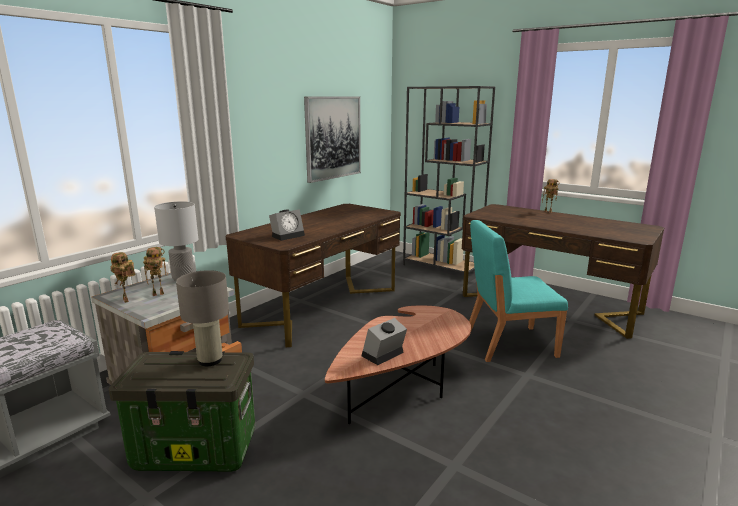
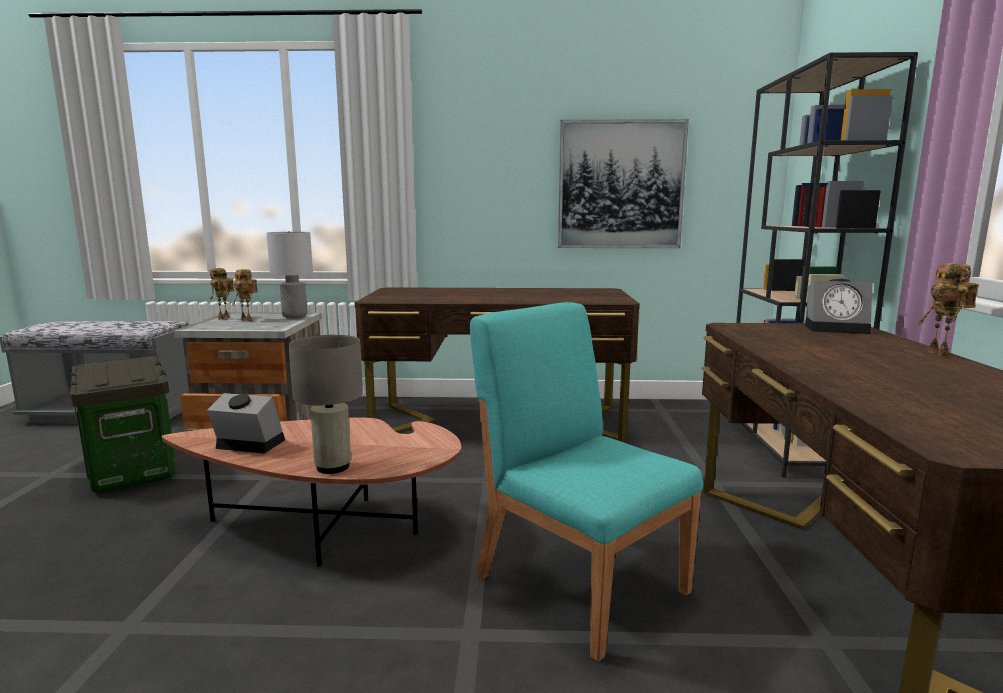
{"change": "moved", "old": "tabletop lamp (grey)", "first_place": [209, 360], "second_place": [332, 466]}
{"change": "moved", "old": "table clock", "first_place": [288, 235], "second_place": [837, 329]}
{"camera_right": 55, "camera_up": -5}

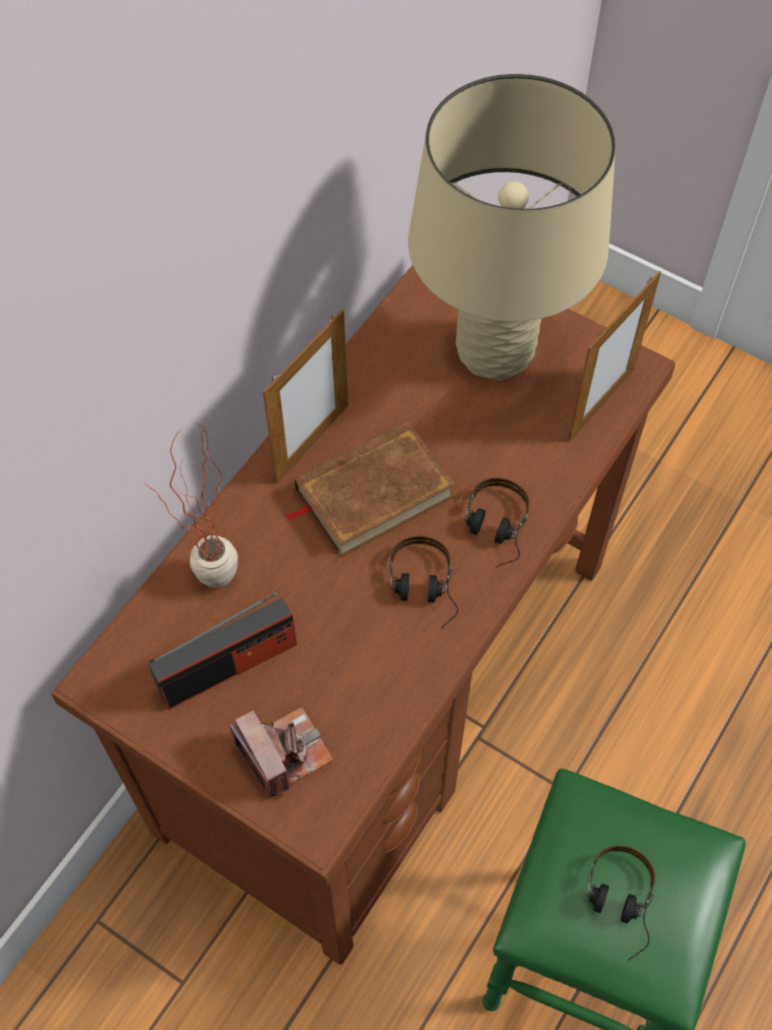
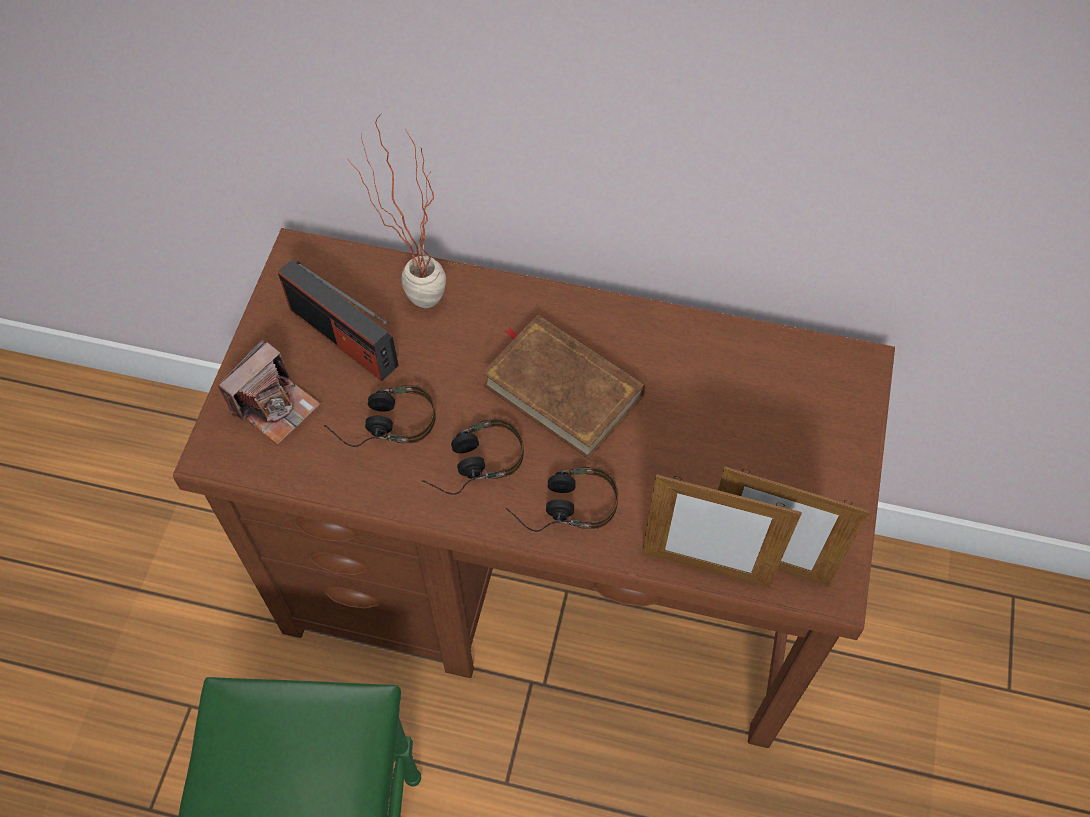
{"change": "moved", "old": "headset", "first_place": [617, 906], "second_place": [383, 424]}
{"change": "moved", "old": "standing frame", "first_place": [312, 443], "second_place": [705, 569]}
{"change": "removed", "old": "tabletop lamp (sand-coloured)", "first_place": [495, 351]}
{"camera_right": 70, "camera_up": 0}

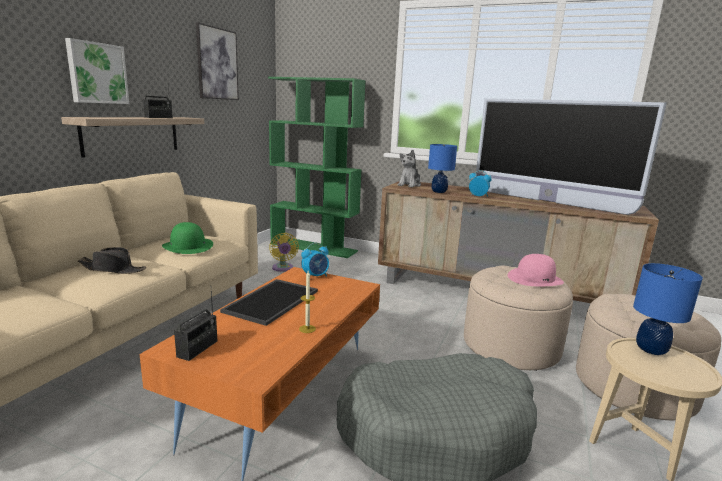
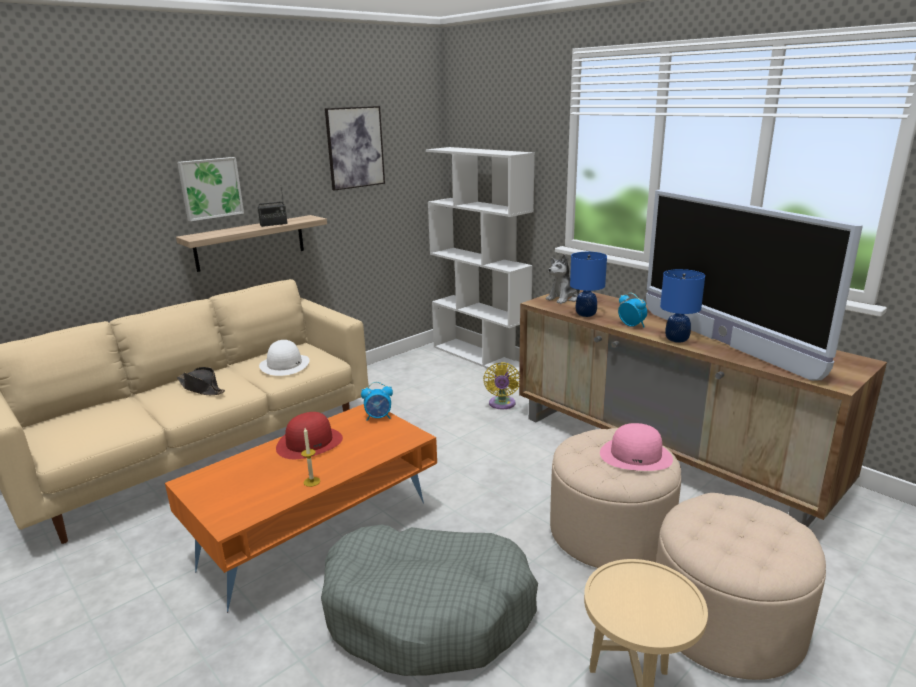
{"change": "recoloured", "old": "hat (green)", "new": "hat (whitish)", "first_place": [188, 246], "second_place": [285, 365]}
{"change": "replaced", "old": "serving tray", "new": "hat (red-coloured)", "first_place": [271, 300], "second_place": [310, 443]}
{"change": "recoloured", "old": "shelving unit (green)", "new": "shelving unit (whitish)", "first_place": [314, 247], "second_place": [481, 357]}
{"change": "moved", "old": "cooling fan (yellow-coloured)", "first_place": [283, 268], "second_place": [502, 404]}
{"change": "moved", "old": "tabletop lamp (blue)", "first_place": [652, 350], "second_place": [678, 340]}
{"change": "removed", "old": "radio", "first_place": [197, 349]}
{"camera_right": 25, "camera_up": 5}

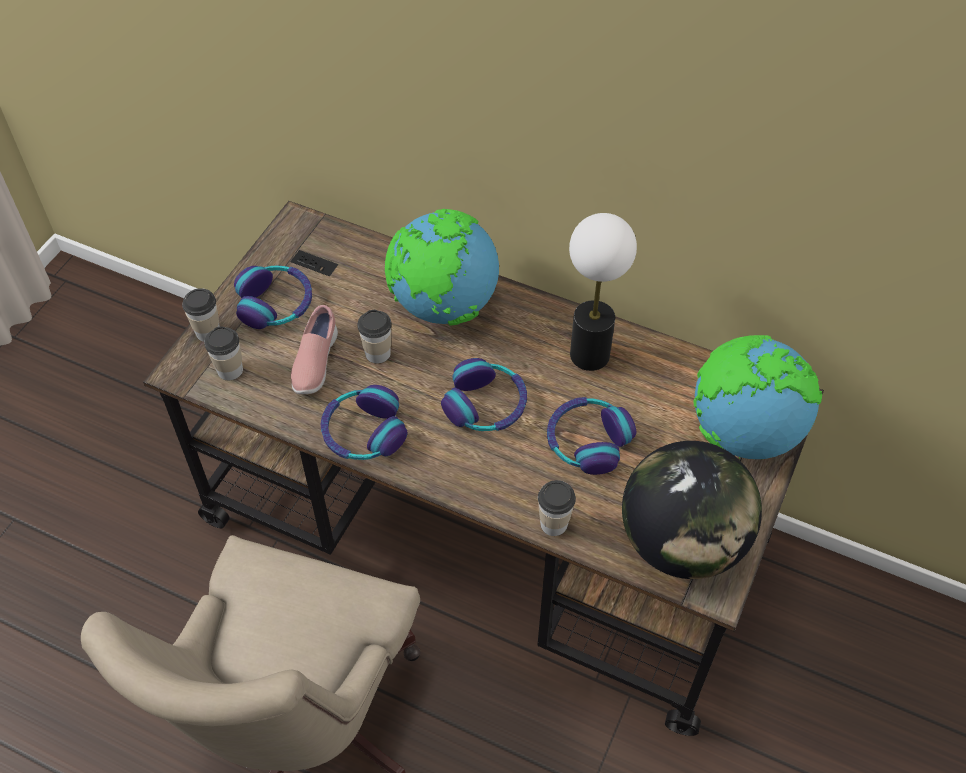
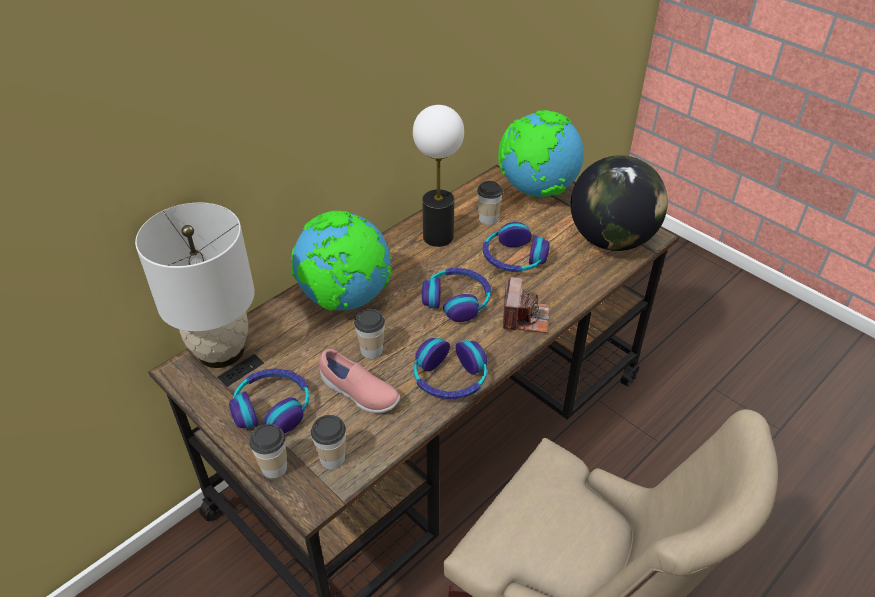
{"change": "added", "new": "tabletop lamp (whitish)", "second_place": [221, 350]}
{"change": "moved", "old": "cup", "first_place": [554, 523], "second_place": [488, 219]}
{"change": "added", "new": "photo camera", "second_place": [524, 317]}
{"camera_right": -70, "camera_up": -10}

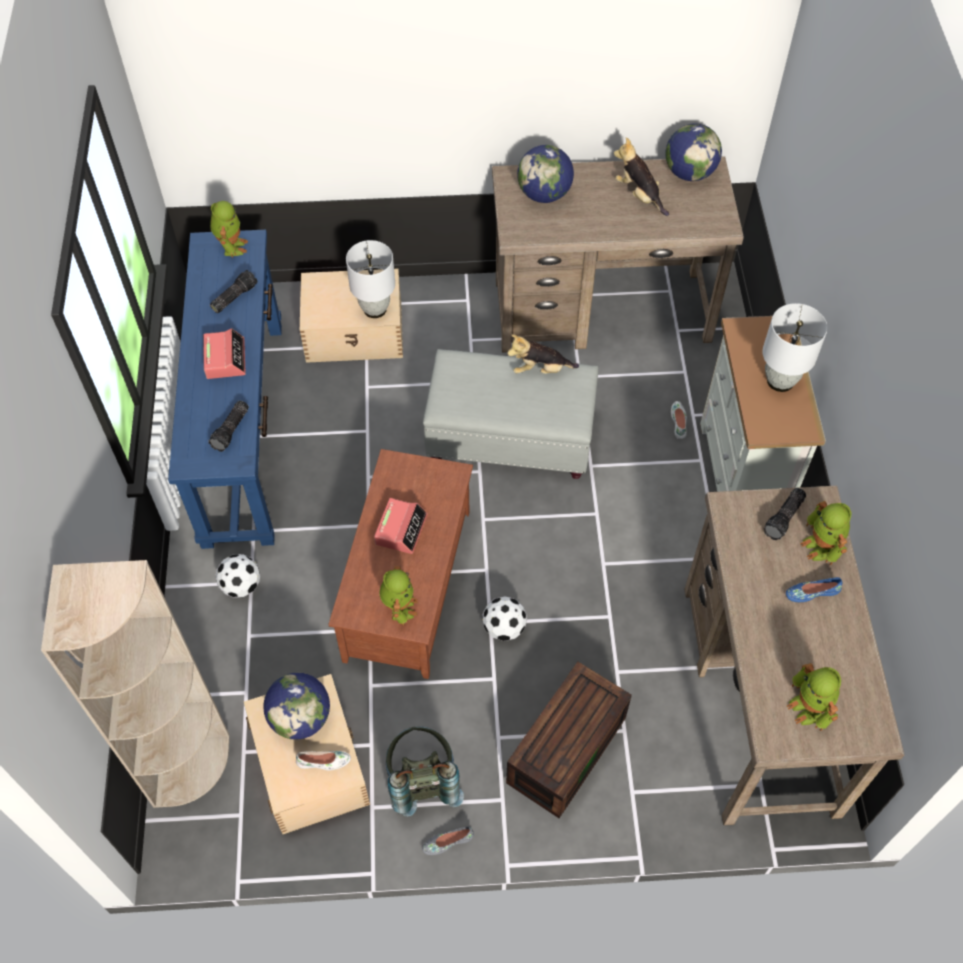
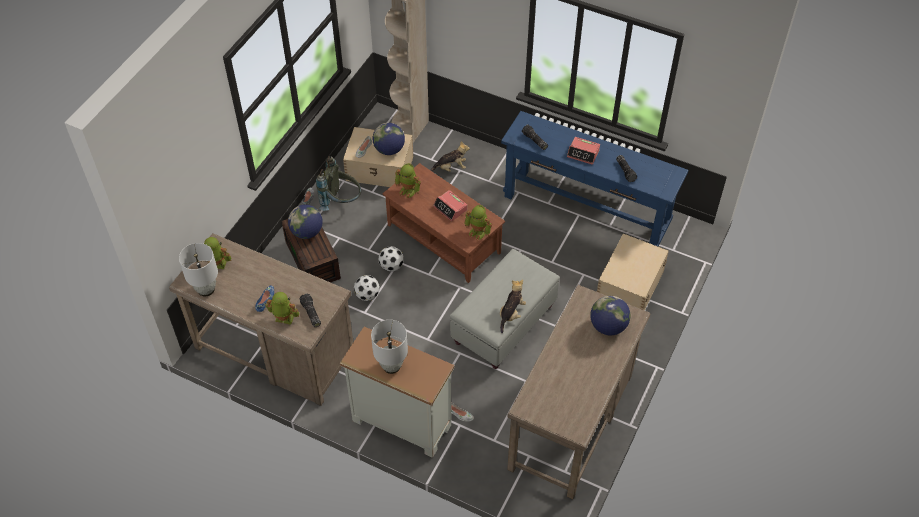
{"change": "moved", "old": "tabletop lamp (whitish)", "first_place": [375, 309], "second_place": [206, 289]}
{"change": "moved", "old": "globe", "first_place": [689, 173], "second_place": [307, 232]}
{"change": "moved", "old": "ball for football", "first_place": [241, 585], "second_place": [367, 295]}
{"change": "moved", "old": "plush toy", "first_place": [639, 195], "second_place": [451, 168]}
{"change": "moved", "old": "robot figure", "first_place": [231, 246], "second_place": [478, 232]}
{"camera_right": 120, "camera_up": -5}

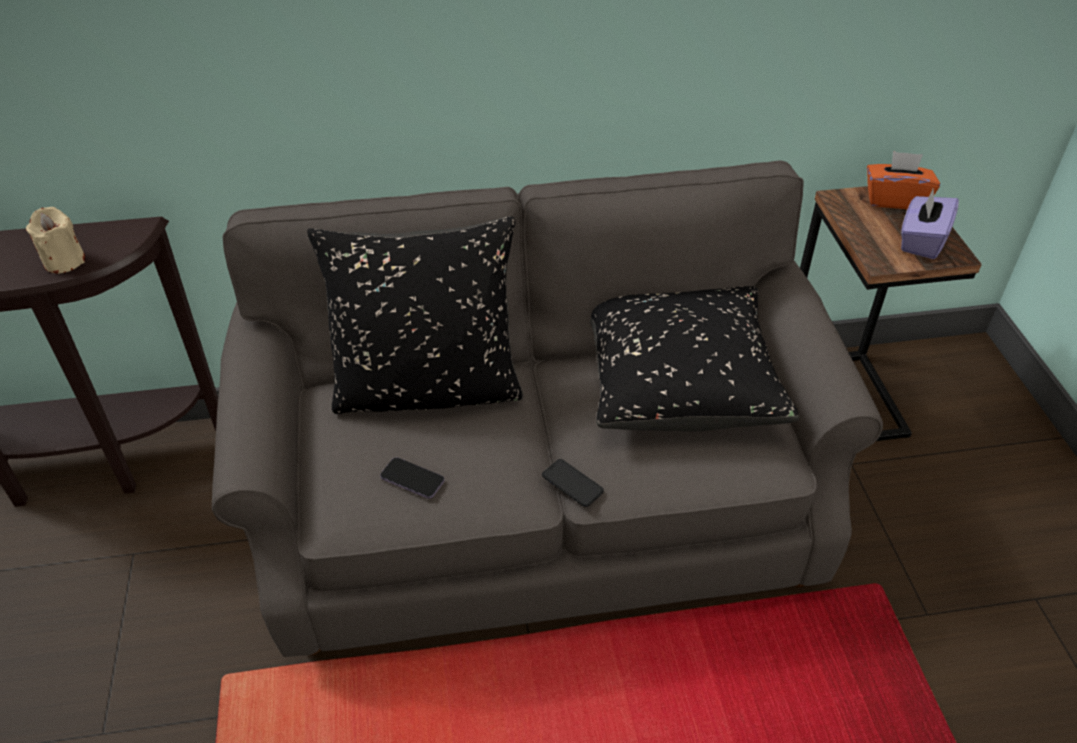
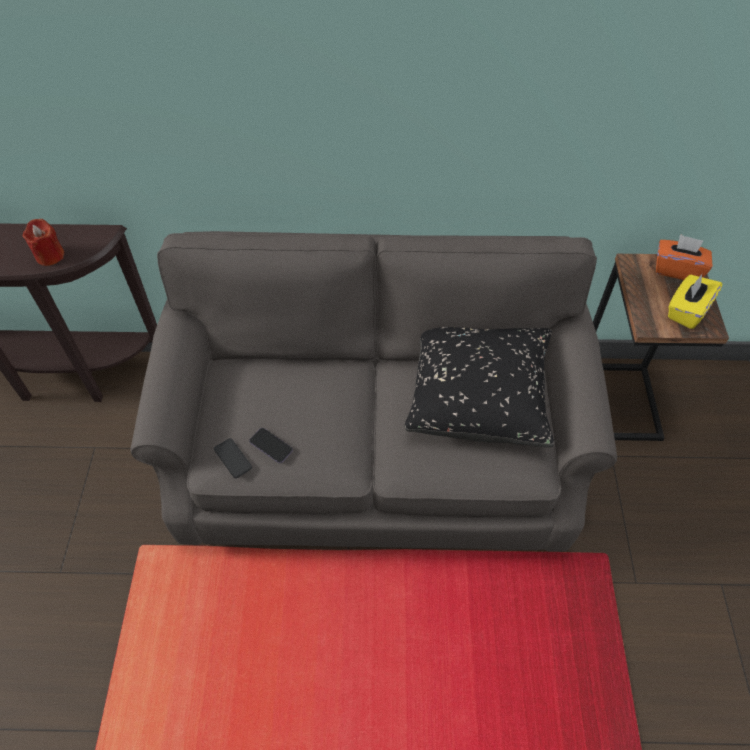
{"change": "recoloured", "old": "wax candle (sand-coloured)", "new": "wax candle (red-coloured)", "first_place": [64, 261], "second_place": [50, 256]}
{"change": "moved", "old": "phone", "first_place": [572, 483], "second_place": [233, 458]}
{"change": "recoloured", "old": "box of tissues (purple-coloured)", "new": "box of tissues (yellow-coloured)", "first_place": [921, 241], "second_place": [687, 311]}
{"change": "removed", "old": "cushion (black)", "first_place": [428, 388]}
{"camera_right": 10, "camera_up": 10}

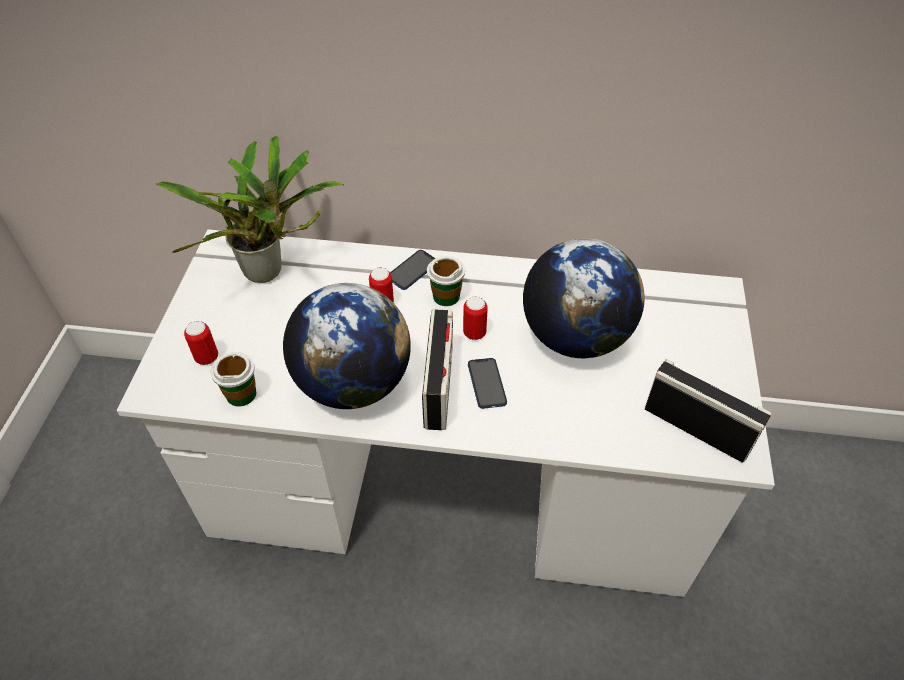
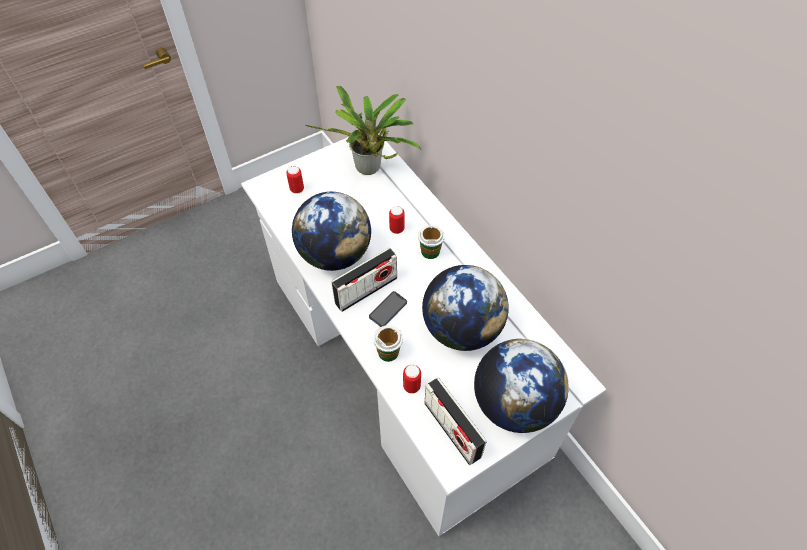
{"change": "moved", "old": "cup", "first_place": [241, 394], "second_place": [388, 352]}
{"change": "moved", "old": "can", "first_place": [474, 333], "second_place": [411, 386]}
{"change": "turned", "old": "radio", "first_place": [696, 428], "second_place": [452, 429], "degrees": 150}
{"change": "added", "new": "globe", "second_place": [514, 404]}
{"change": "removed", "old": "phone", "first_place": [412, 271]}
{"camera_right": 50, "camera_up": 5}

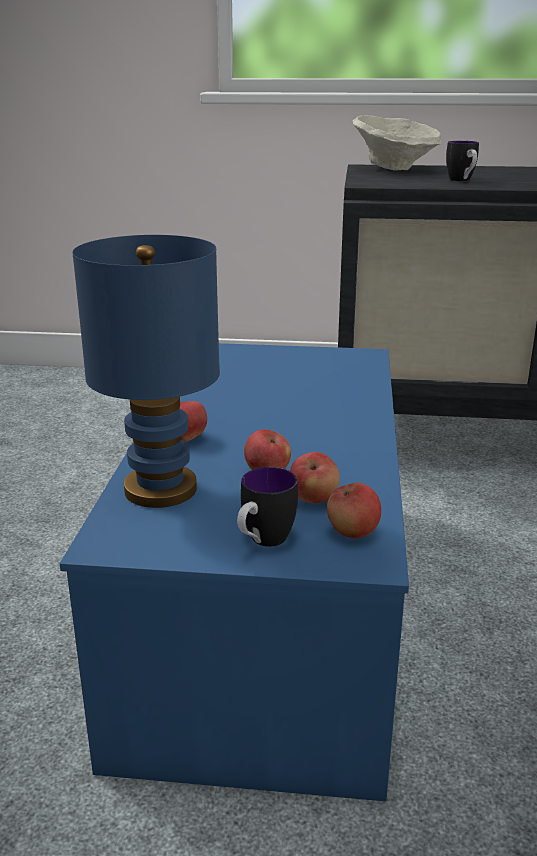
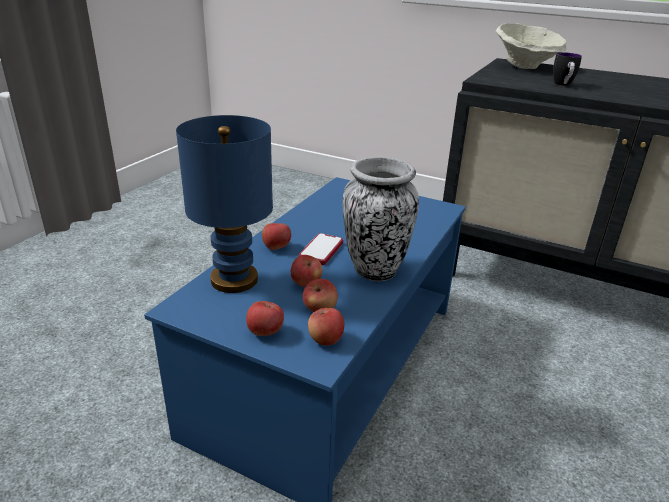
{"change": "replaced", "old": "mug", "new": "apple fruit", "first_place": [263, 542], "second_place": [265, 332]}
{"change": "added", "new": "phone", "second_place": [321, 250]}
{"change": "added", "new": "decorative vase", "second_place": [375, 270]}
{"camera_right": 20, "camera_up": 5}

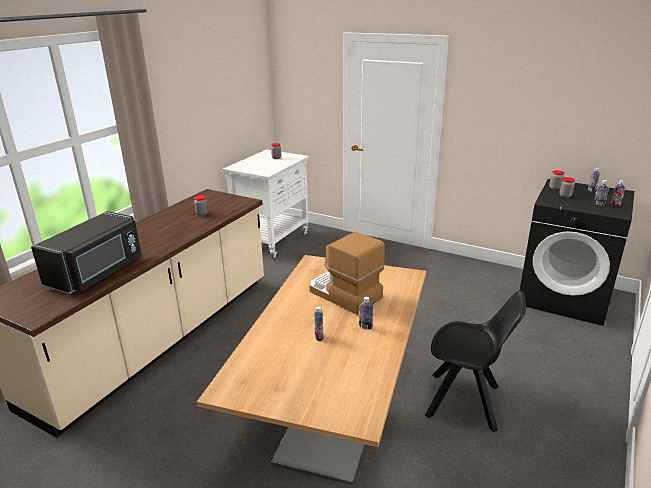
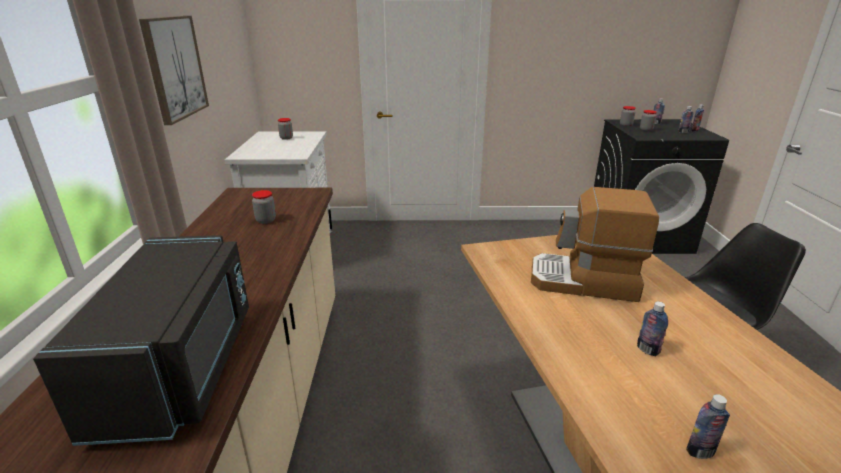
{"change": "added", "new": "wall picture", "second_place": [175, 68]}
{"change": "moved", "old": "bottle", "first_place": [365, 326], "second_place": [700, 451]}
{"camera_right": -30, "camera_up": 0}

